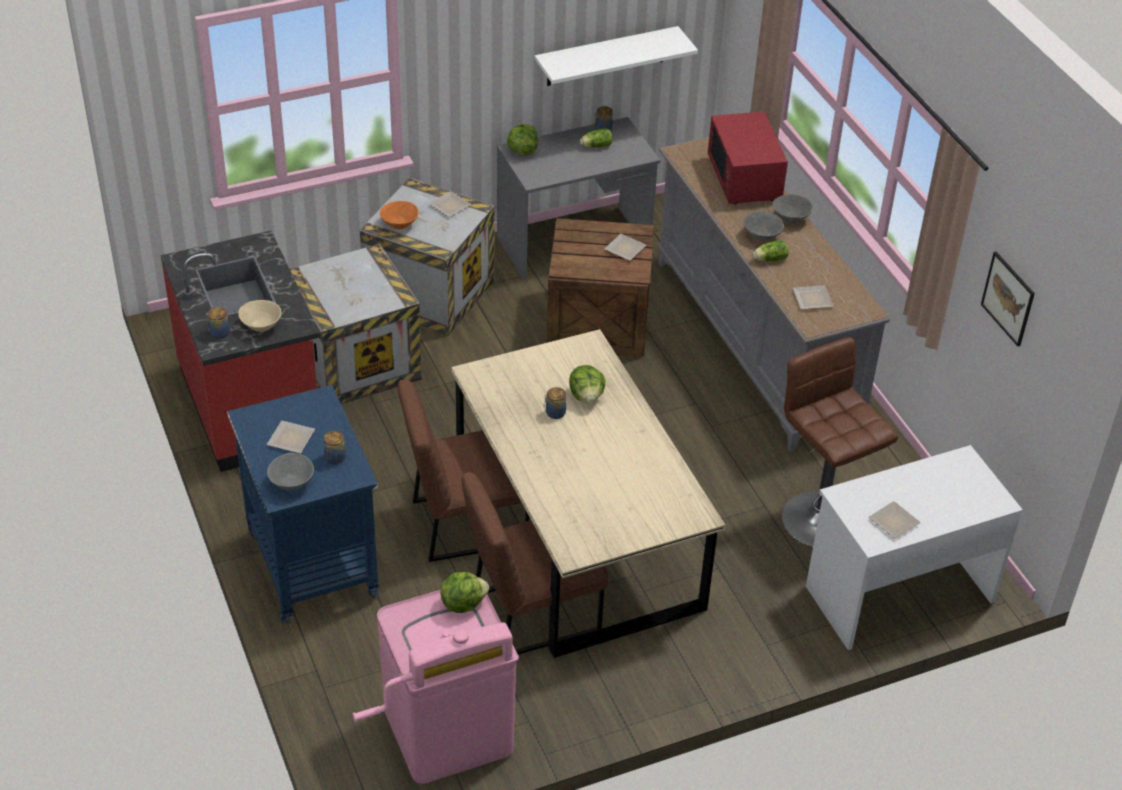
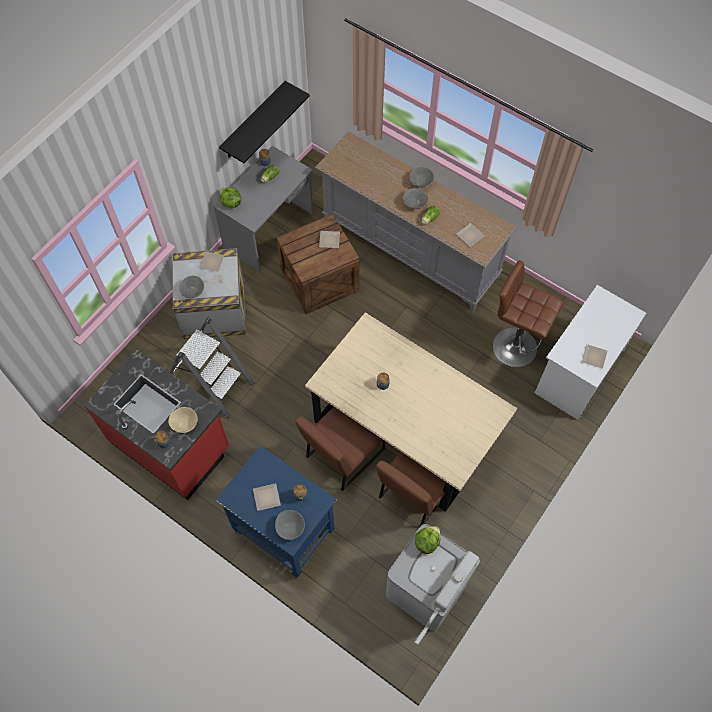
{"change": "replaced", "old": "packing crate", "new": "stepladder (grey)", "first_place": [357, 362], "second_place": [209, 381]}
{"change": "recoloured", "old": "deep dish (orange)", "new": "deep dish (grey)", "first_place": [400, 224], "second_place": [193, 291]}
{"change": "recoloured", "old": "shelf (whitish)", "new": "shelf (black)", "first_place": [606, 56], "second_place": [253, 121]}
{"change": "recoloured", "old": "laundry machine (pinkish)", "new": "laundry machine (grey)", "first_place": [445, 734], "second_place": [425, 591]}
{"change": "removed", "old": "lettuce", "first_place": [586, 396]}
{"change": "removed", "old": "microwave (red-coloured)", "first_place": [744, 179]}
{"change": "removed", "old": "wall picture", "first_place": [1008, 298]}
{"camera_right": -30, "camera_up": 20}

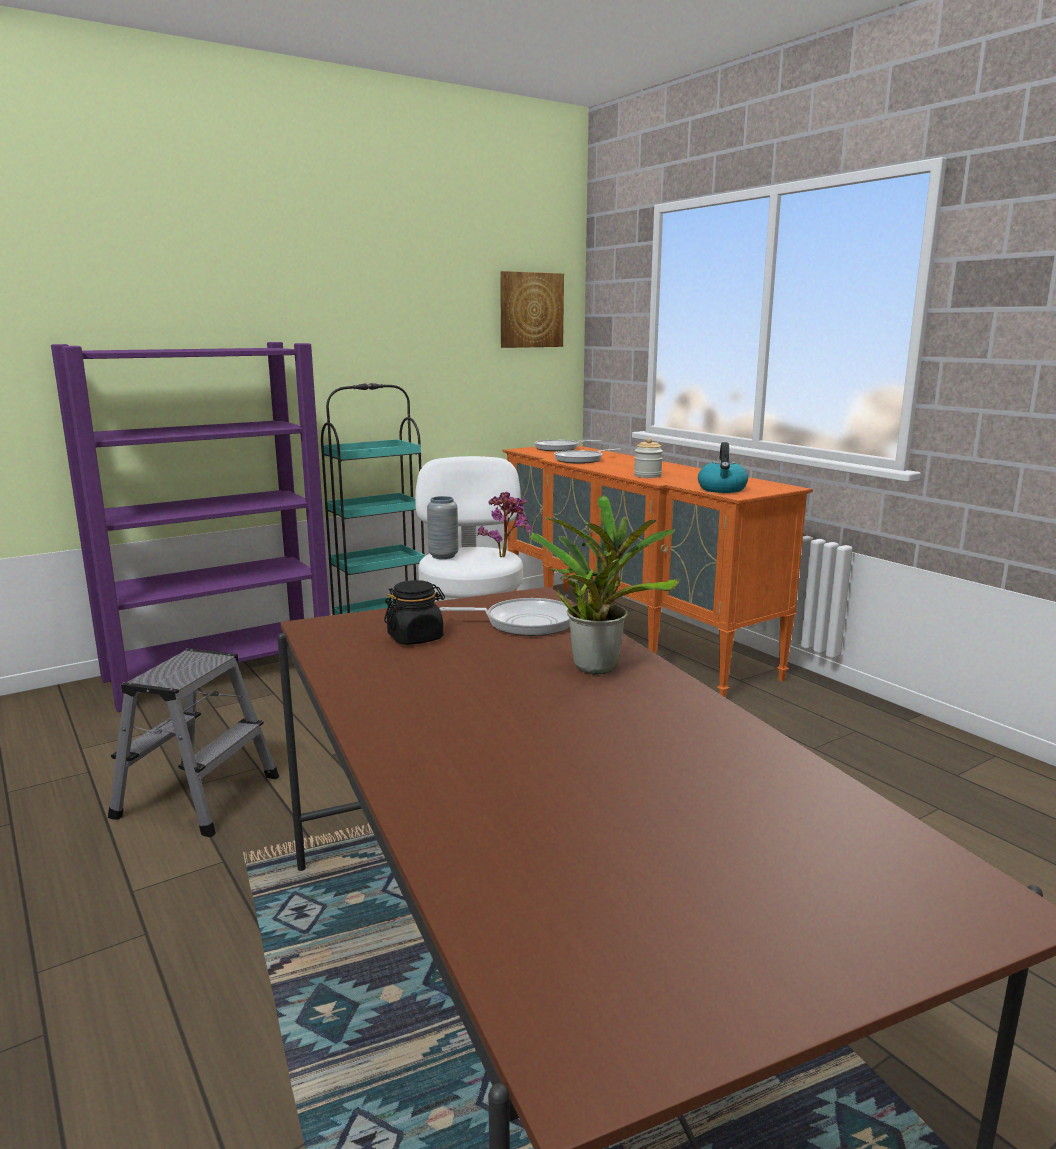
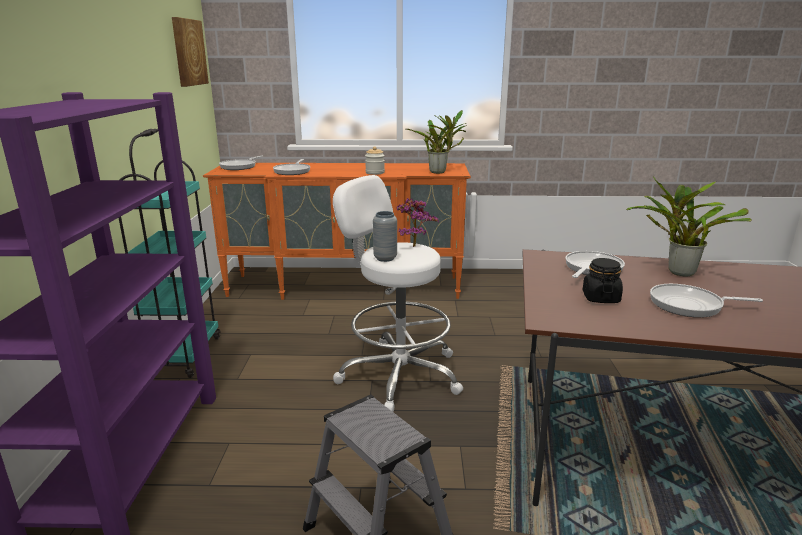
{"change": "replaced", "old": "tea kettle", "new": "potted plant", "first_place": [722, 489], "second_place": [440, 172]}
{"change": "added", "new": "skillet", "second_place": [690, 305]}
{"camera_right": -55, "camera_up": 5}

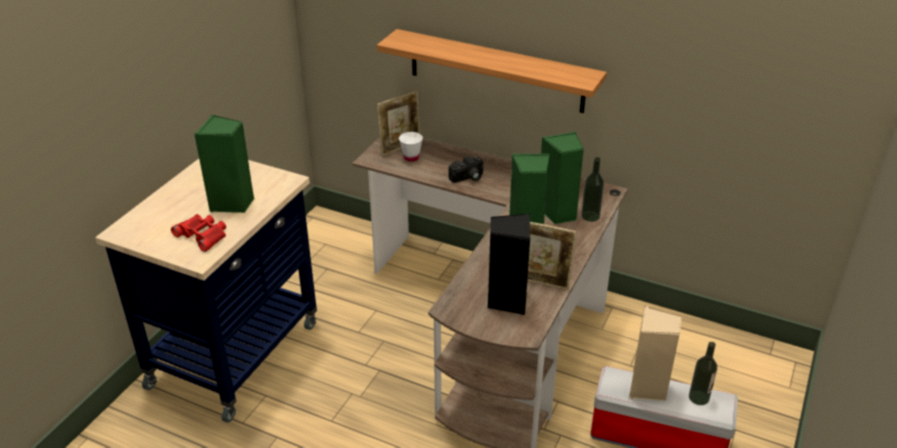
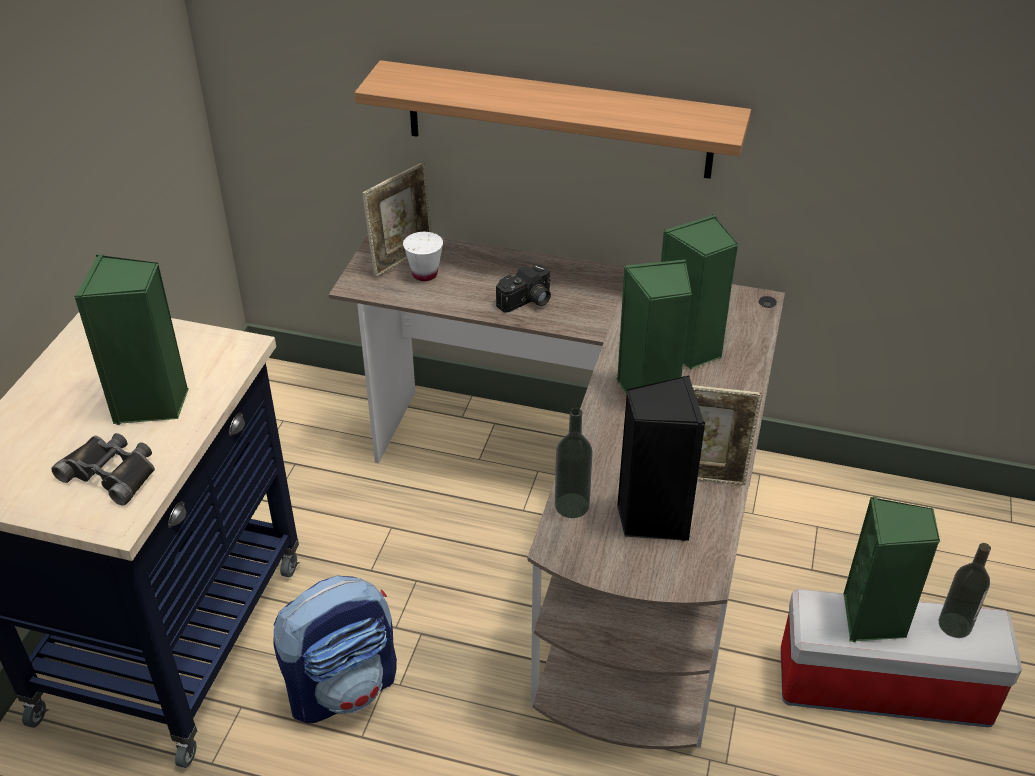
{"change": "recoloured", "old": "binoculars (red-coloured)", "new": "binoculars (black)", "first_place": [203, 235], "second_place": [112, 472]}
{"change": "added", "new": "backpack", "second_place": [343, 687]}
{"change": "moved", "old": "bottle", "first_place": [590, 216], "second_place": [571, 505]}
{"change": "recoloured", "old": "loudspeaker (sand-coloured)", "new": "loudspeaker (green)", "first_place": [648, 388], "second_place": [874, 620]}
{"camera_right": -10, "camera_up": 5}

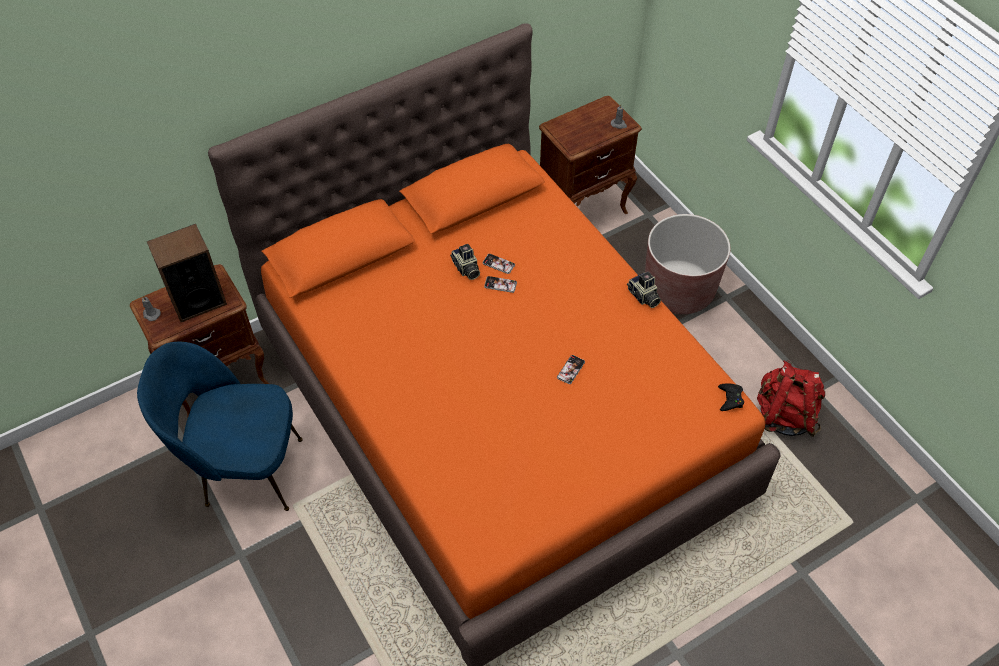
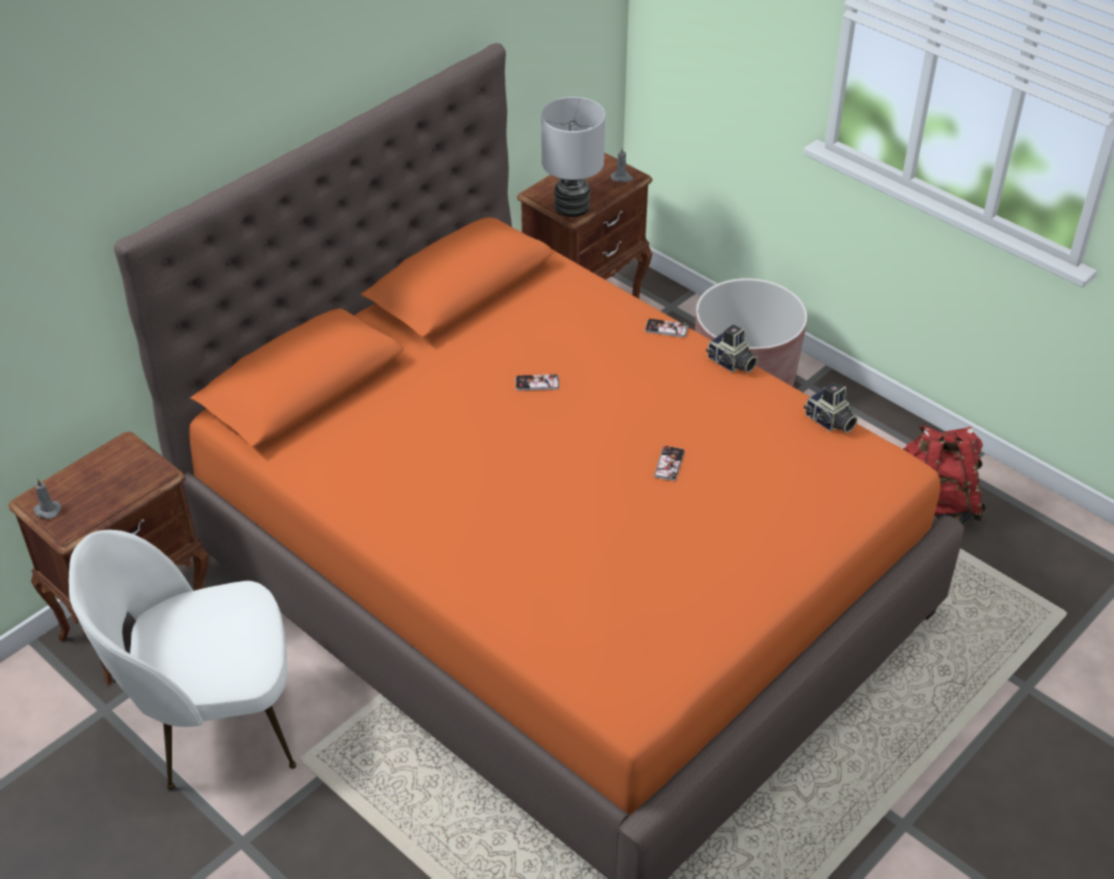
{"change": "recoloured", "old": "plain chair (blue)", "new": "plain chair (whitish)", "first_place": [245, 471], "second_place": [214, 730]}
{"change": "added", "new": "tabletop lamp (grey)", "second_place": [571, 207]}
{"change": "moved", "old": "phone", "first_place": [498, 264], "second_place": [666, 329]}
{"change": "moved", "old": "photo camera", "first_place": [466, 269], "second_place": [829, 422]}
{"change": "removed", "old": "loudspeaker", "first_place": [197, 300]}
{"change": "removed", "old": "game controller (black)", "first_place": [730, 399]}
{"camera_right": -15, "camera_up": -10}

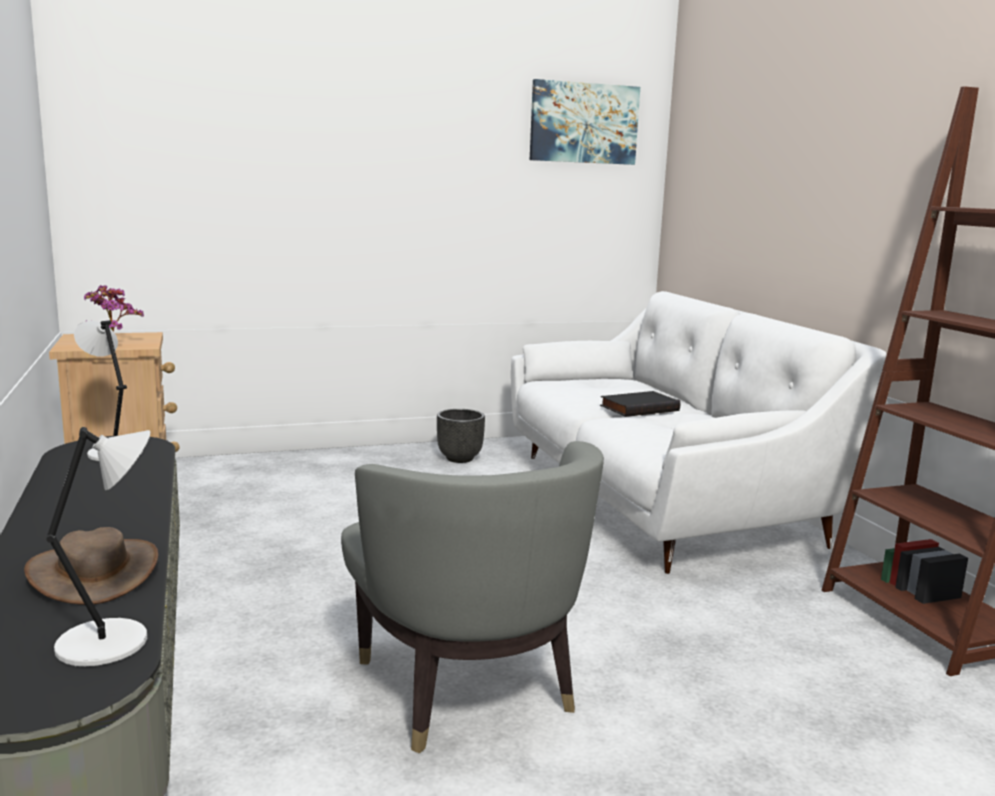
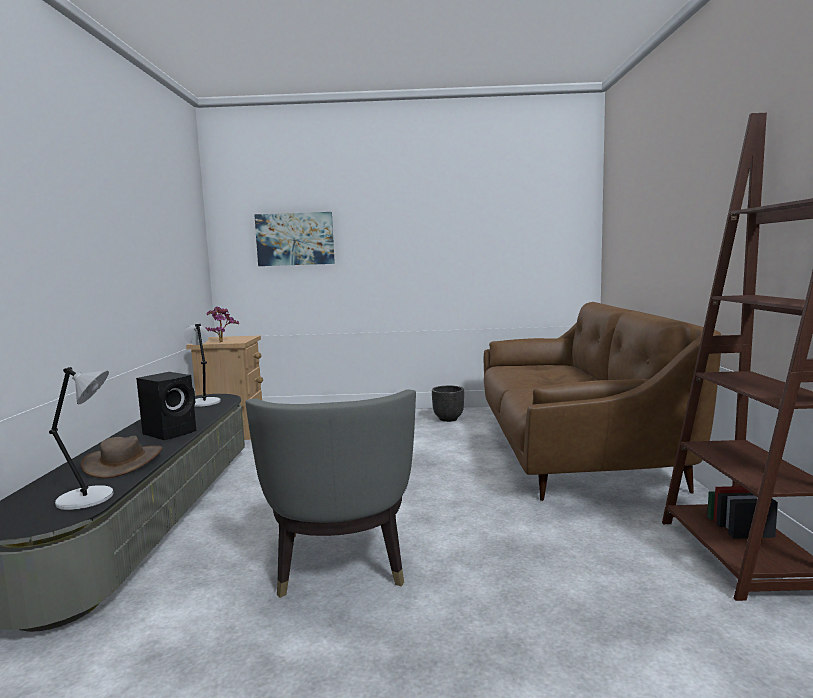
{"change": "added", "new": "loudspeaker (black)", "second_place": [171, 432]}
{"change": "moved", "old": "wall picture", "first_place": [583, 123], "second_place": [295, 239]}
{"change": "recoloured", "old": "settee (whitish)", "new": "settee (brownish)", "first_place": [660, 499], "second_place": [573, 451]}
{"change": "removed", "old": "bound book (black)", "first_place": [639, 408]}
{"camera_right": 20, "camera_up": -5}

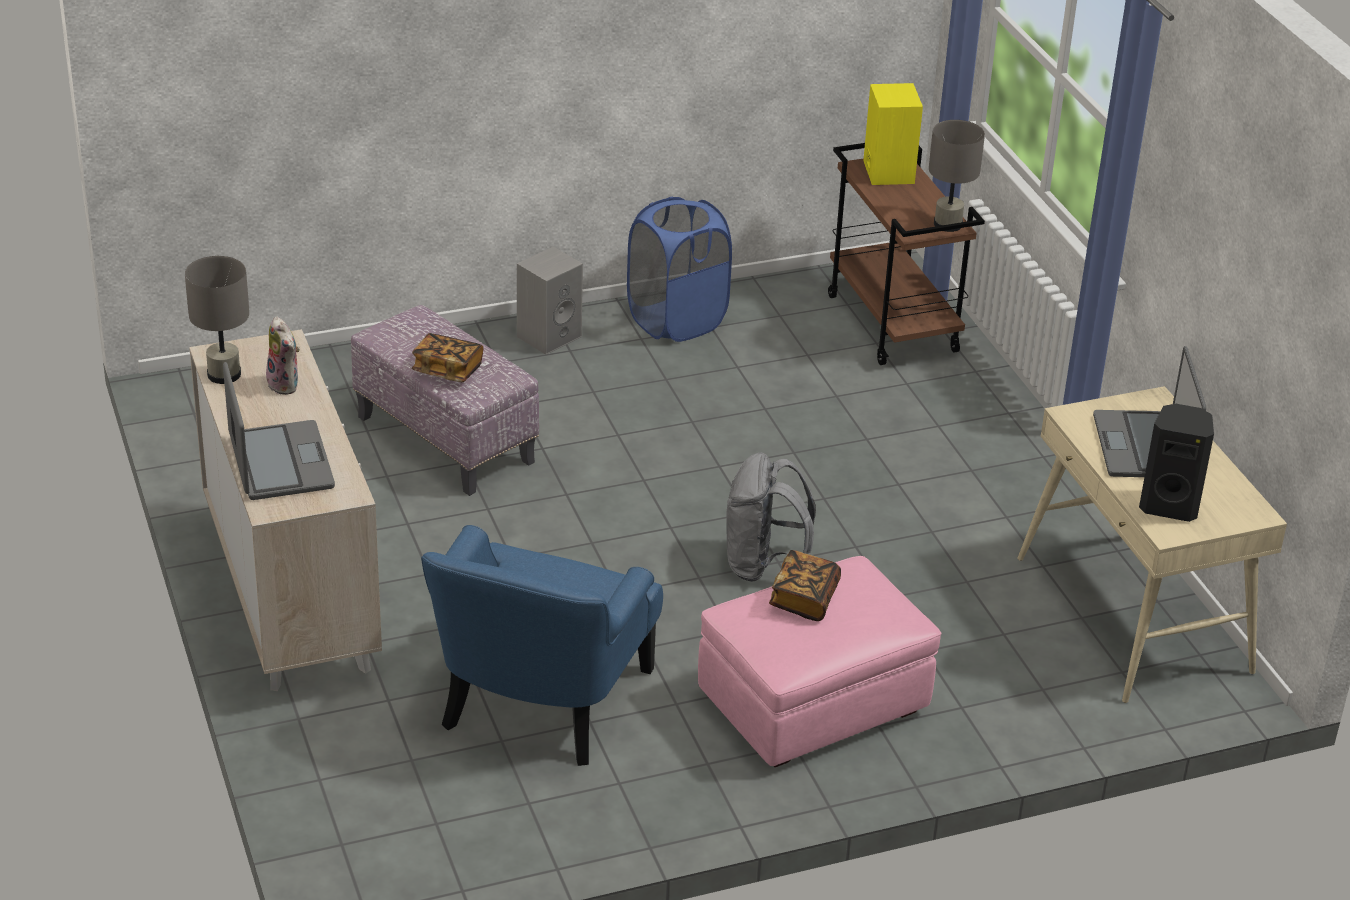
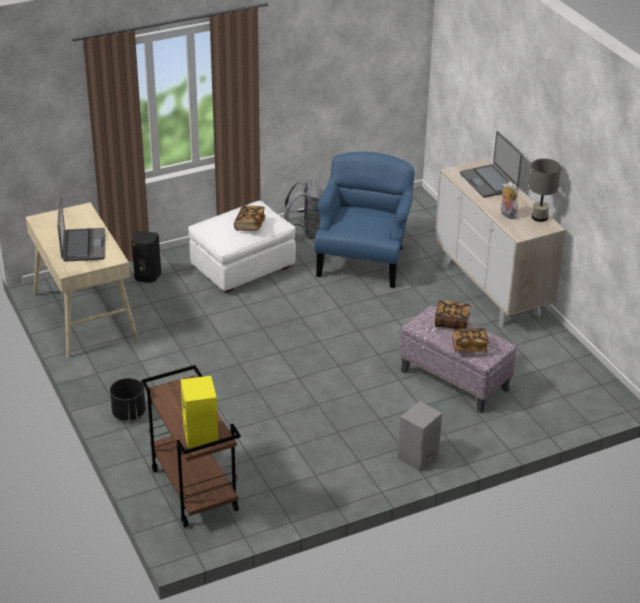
{"change": "added", "new": "flower pot (black)", "second_place": [128, 413]}
{"change": "moved", "old": "loudspeaker (black)", "first_place": [1169, 505], "second_place": [146, 277]}
{"change": "recoloured", "old": "ottoman (pinkish)", "new": "ottoman (whitish)", "first_place": [813, 705], "second_place": [242, 267]}
{"change": "moved", "old": "backpack (grey)", "first_place": [763, 564], "second_place": [306, 232]}
{"change": "added", "new": "bound book", "second_place": [469, 347]}
{"change": "removed", "old": "laundry basket (blue)", "first_place": [676, 321]}
{"change": "removed", "old": "tabletop lamp (grey)", "first_place": [947, 224]}
{"camera_right": 175, "camera_up": 0}

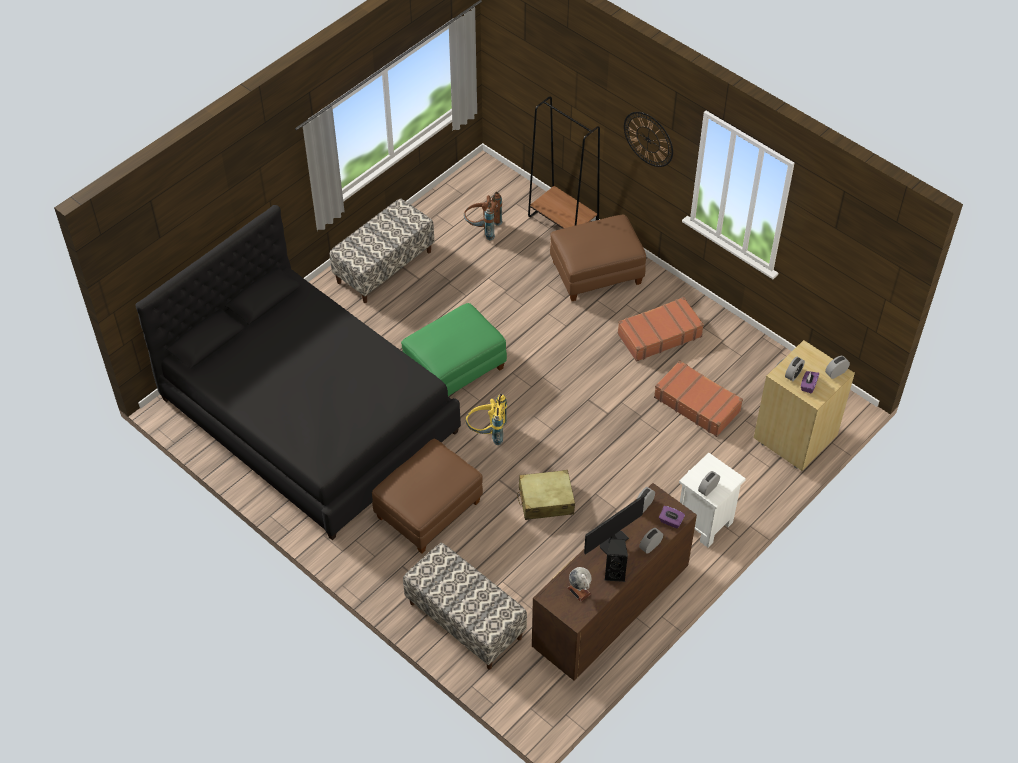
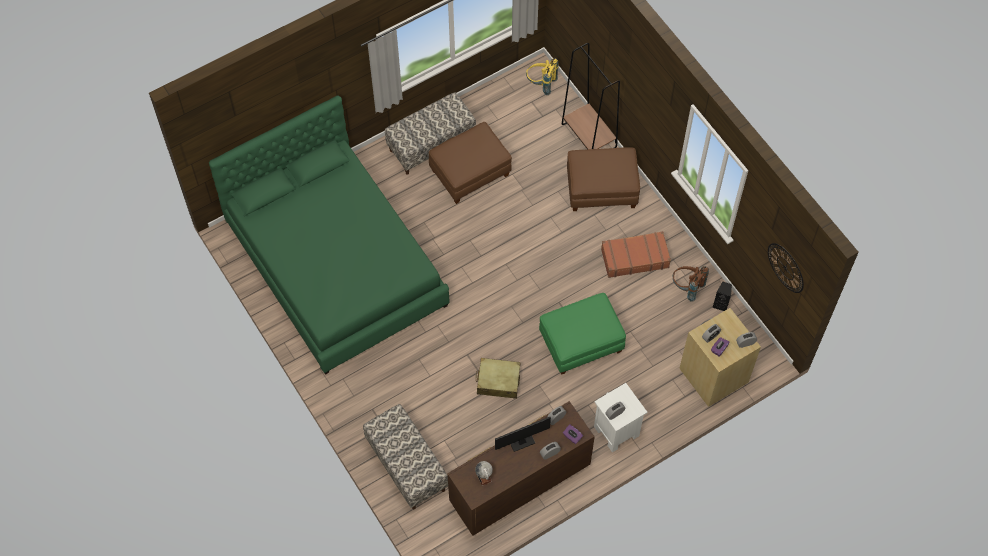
{"change": "recoloured", "old": "sleeping bed (black)", "new": "sleeping bed (green)", "first_place": [309, 415], "second_place": [336, 263]}
{"change": "moved", "old": "ottoman (brownish)", "first_place": [428, 510], "second_place": [470, 173]}
{"change": "moved", "old": "backpack (yellow-coloured)", "first_place": [487, 432], "second_place": [541, 84]}
{"change": "moved", "old": "ottoman (green)", "first_place": [455, 369], "second_place": [581, 343]}
{"change": "moved", "old": "backpack (brownish)", "first_place": [482, 229], "second_place": [687, 287]}
{"change": "moved", "old": "loudspeaker (black)", "first_place": [615, 573], "second_place": [721, 304]}
{"change": "moved", "old": "wall clock", "first_place": [648, 139], "second_place": [785, 268]}
{"change": "removed", "old": "travel case (brownish)", "first_place": [697, 404]}
{"camera_right": 15, "camera_up": 10}

